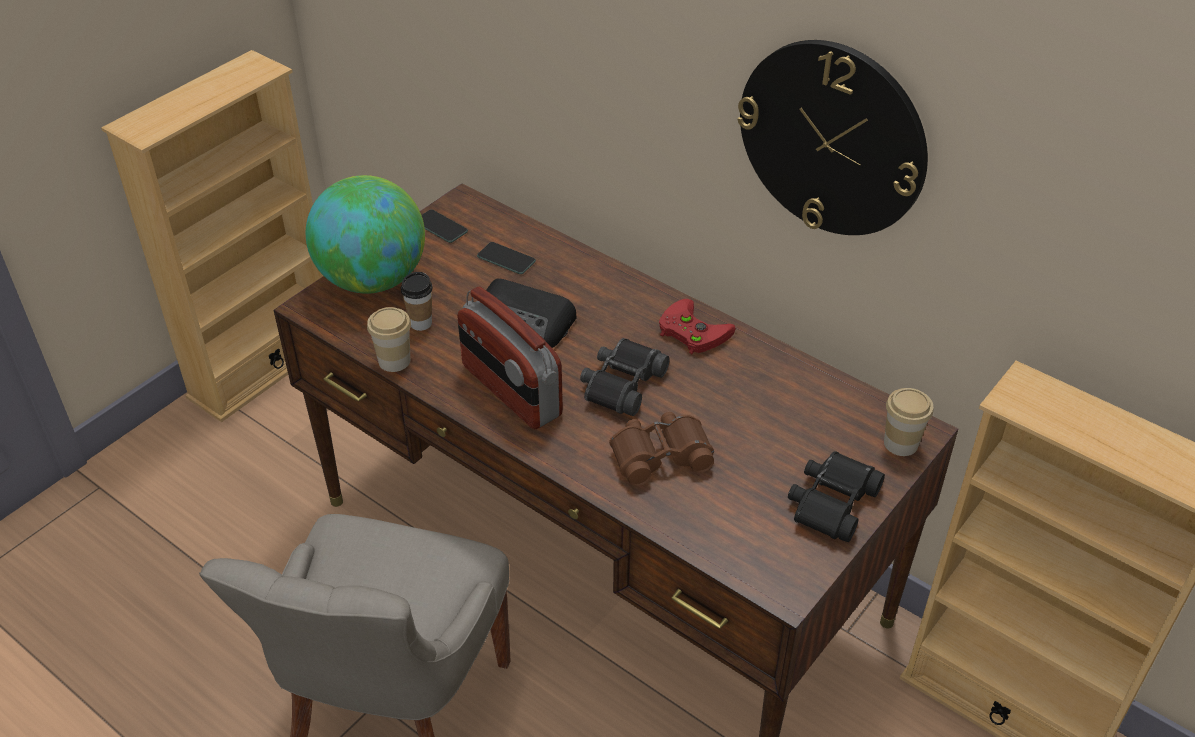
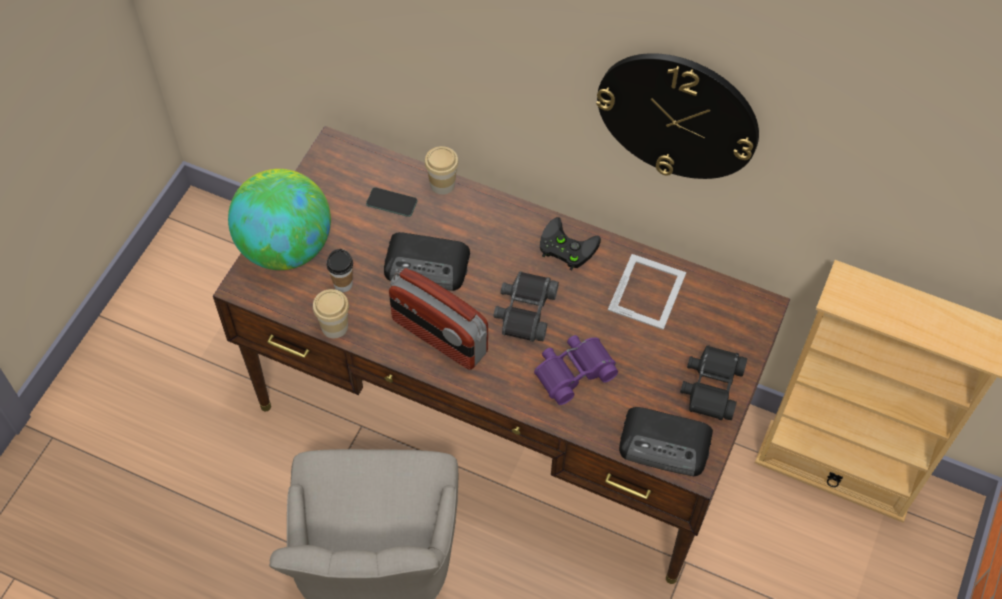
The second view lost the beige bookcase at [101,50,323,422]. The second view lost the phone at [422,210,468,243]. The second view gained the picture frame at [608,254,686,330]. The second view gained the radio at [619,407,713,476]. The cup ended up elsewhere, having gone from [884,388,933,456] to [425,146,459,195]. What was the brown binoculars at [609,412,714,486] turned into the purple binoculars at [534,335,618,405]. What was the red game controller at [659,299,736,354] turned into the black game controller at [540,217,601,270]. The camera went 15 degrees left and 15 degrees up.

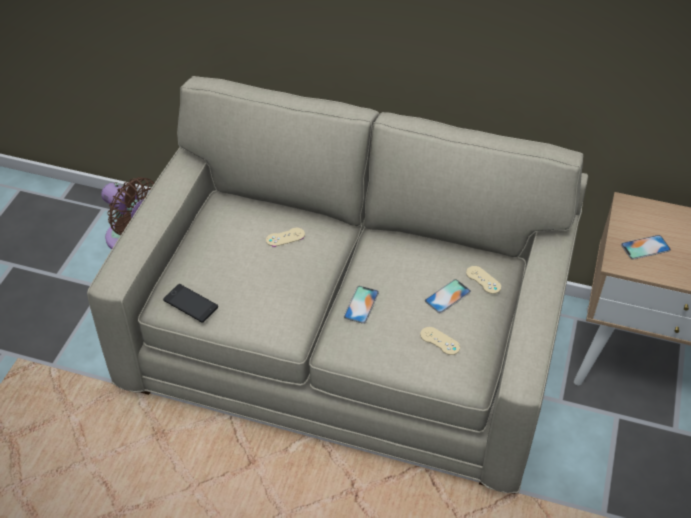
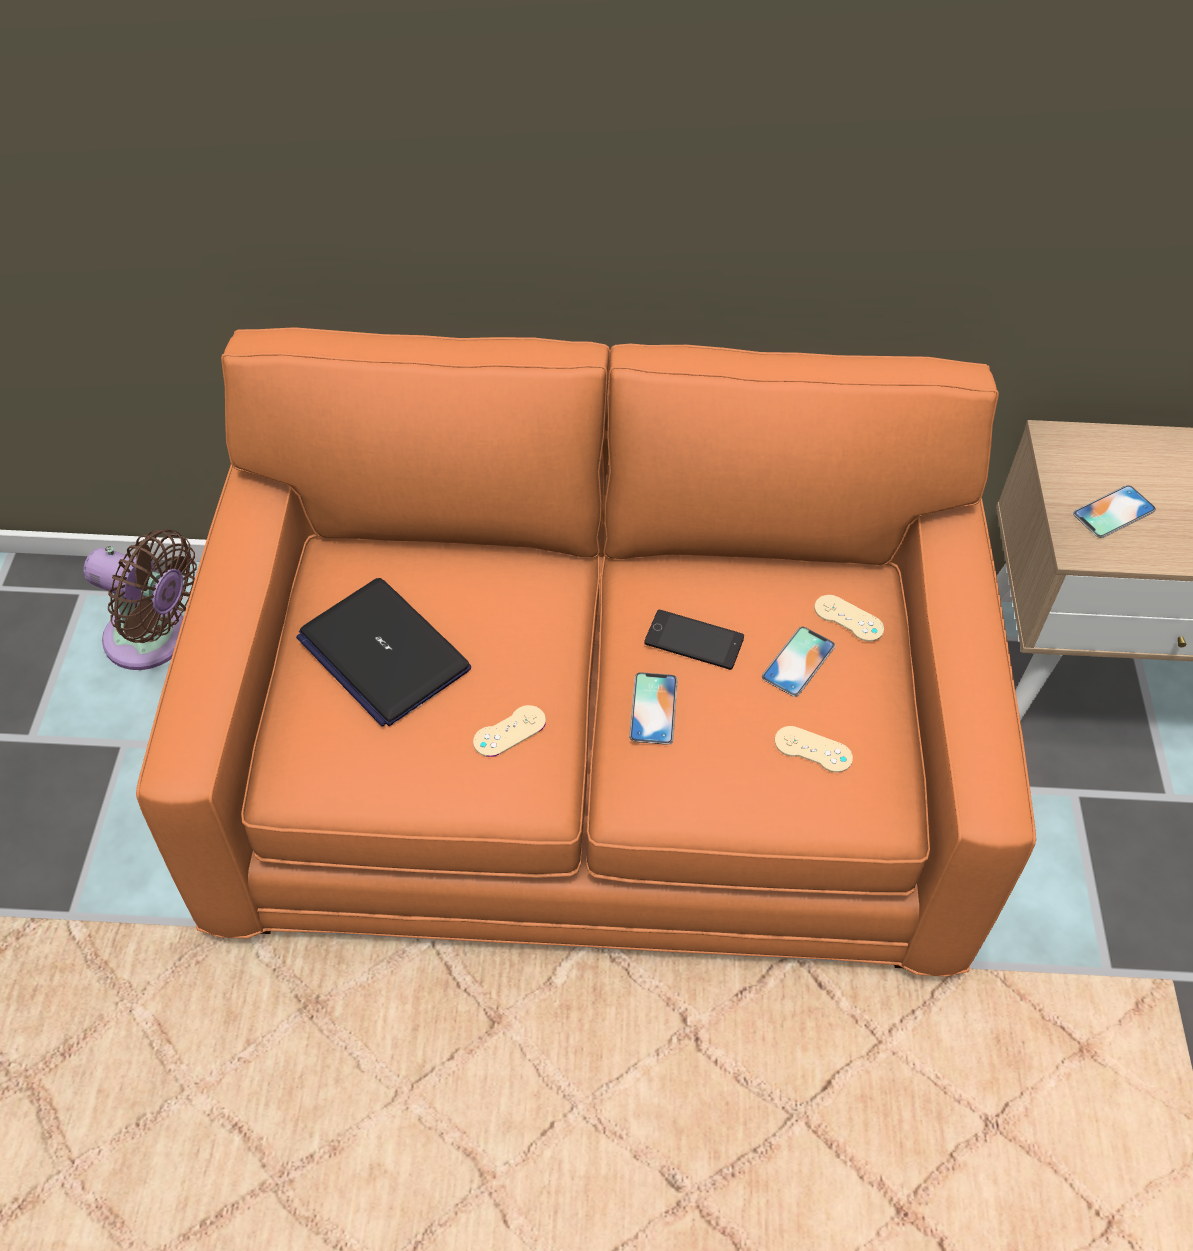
The second view gained the laptop at [296,578,471,727]. The phone ended up elsewhere, having gone from [163,284,218,323] to [644,610,744,670]. The beige game controller ended up elsewhere, having gone from [266,228,305,247] to [473,705,546,757]. What was the beige sofa at [87,76,588,494] turned into the orange sofa at [136,327,1036,977]. The camera went 15 degrees left and 5 degrees up.

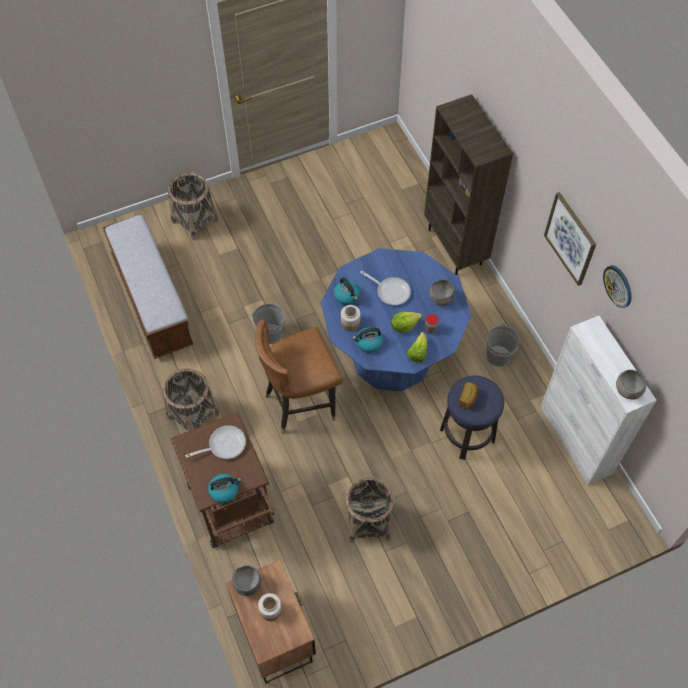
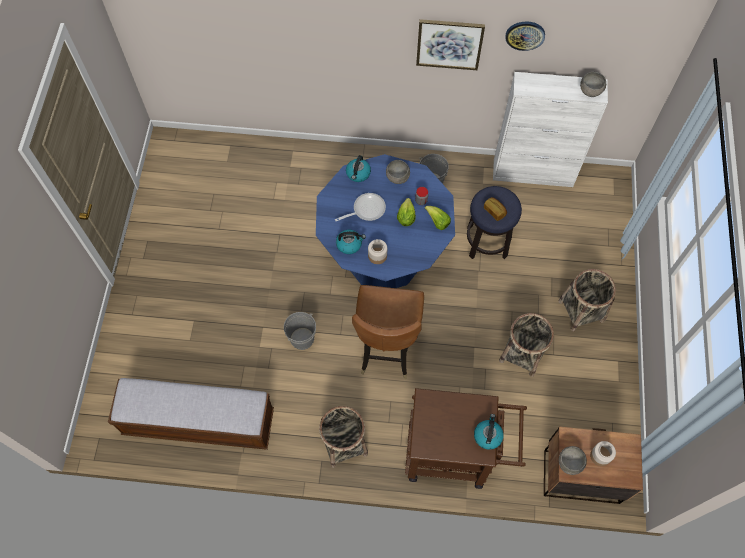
The second view lost the frying pan at [185,425,246,459]. The second view lost the brown bookcase at [424,94,513,275]. The basket ended up elsewhere, having gone from [168,172,219,240] to [558,269,616,332]. The kettle ended up elsewhere, having gone from [352,327,383,353] to [346,155,371,182]. The camera went 60 degrees left and 5 degrees up.

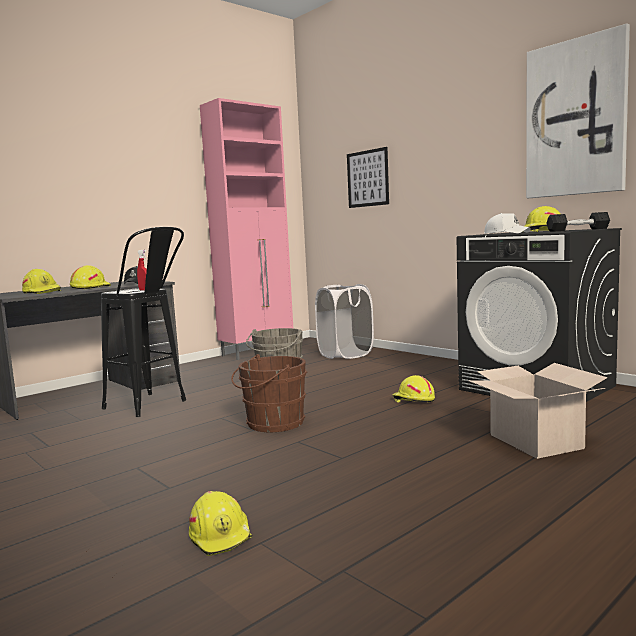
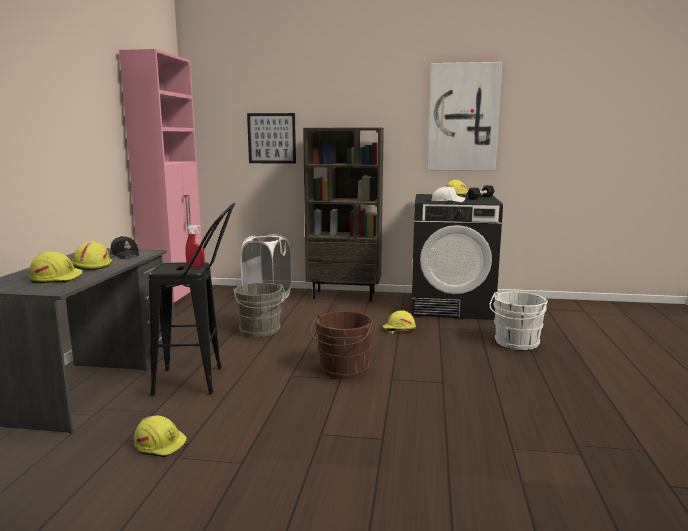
The second view gained the brown bookcase at [303,128,384,302]. The yellow hard hat ended up elsewhere, having gone from [189,491,253,556] to [134,416,187,458]. Where the cardboard box stood at [468,363,607,459], the white bucket came to stand at [489,292,548,350]. The camera went 40 degrees left and 5 degrees up.

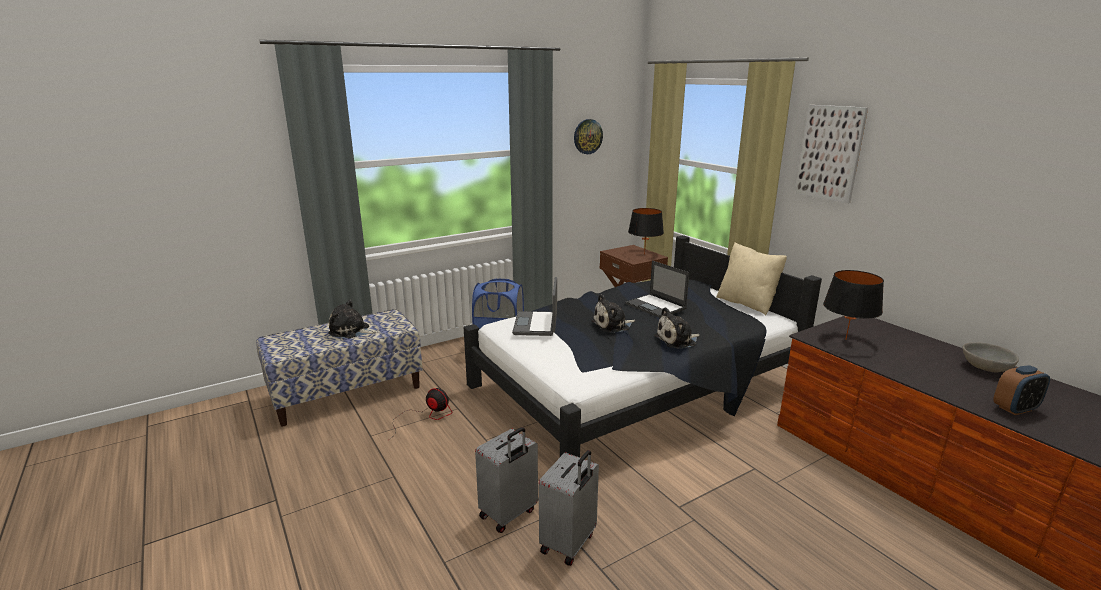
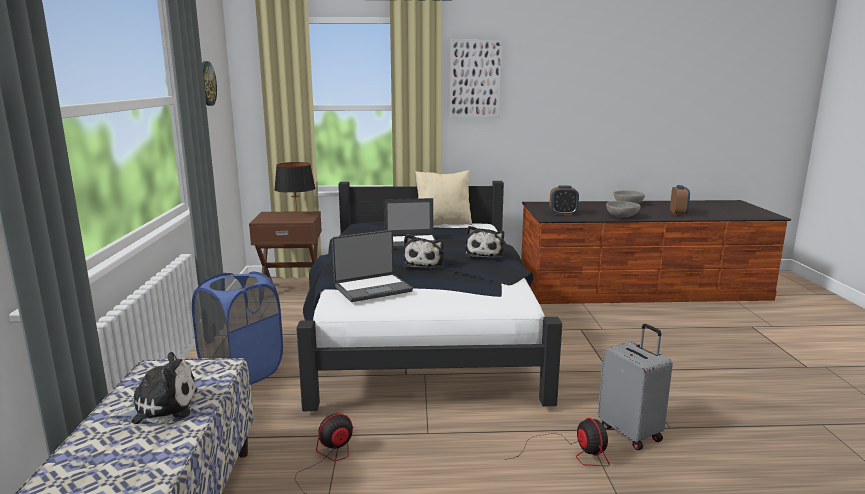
The second view gained the grey bowl at [606,201,641,218]. Where the grey suitcase stood at [475,427,538,533], the fan came to stand at [504,418,610,466]. Where the black table lamp stood at [823,270,884,340], the alarm clock came to stand at [550,185,579,215]. The plush toy at [328,299,376,338] ended up facing another way, 150 degrees counterclockwise from before. The laptop at [512,277,557,336] ended up facing another way, 60 degrees counterclockwise from before. The camera went 60 degrees left and 5 degrees down.

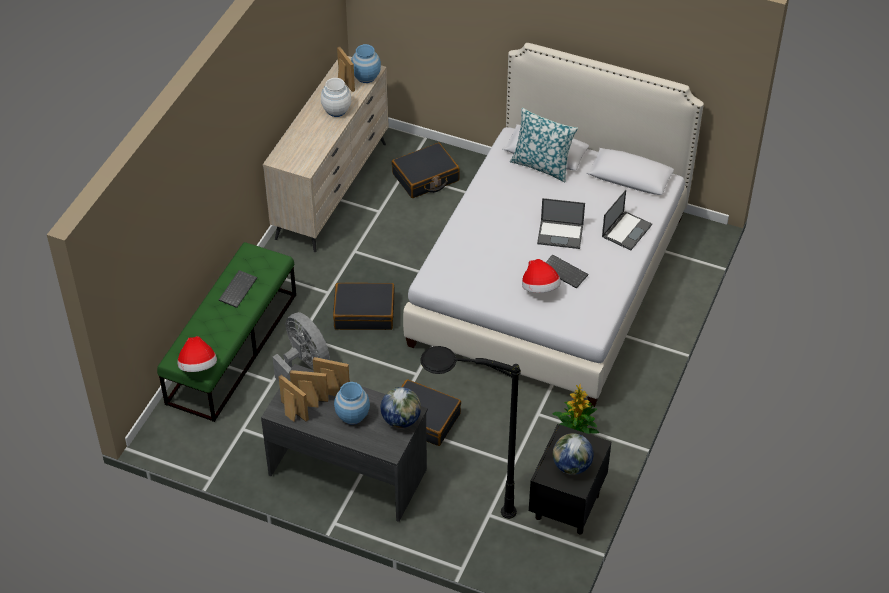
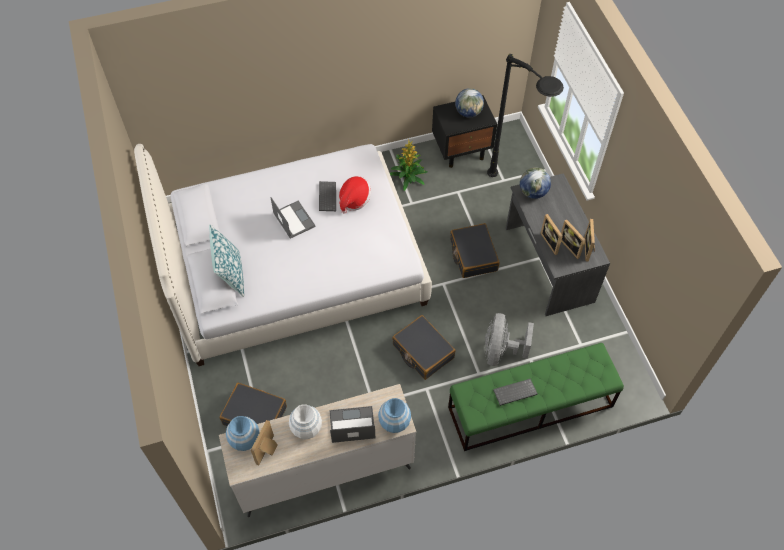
The second view lost the hat at [178,336,217,372]. The blue vase ended up elsewhere, having gone from [334,382,370,425] to [378,398,411,433]. The laptop ended up elsewhere, having gone from [602,190,652,250] to [329,406,375,443]. The camera went 130 degrees left and 10 degrees up.

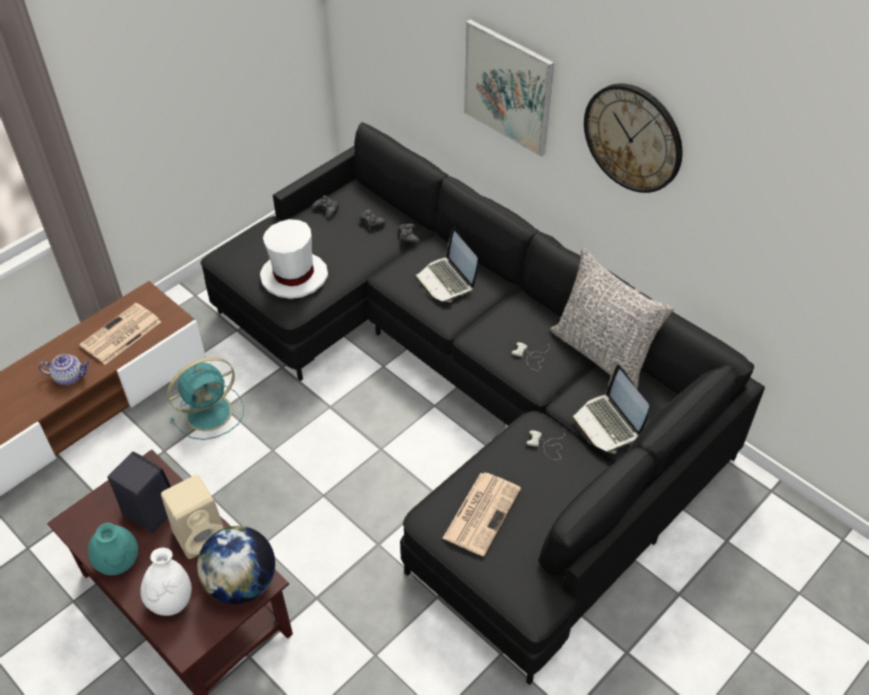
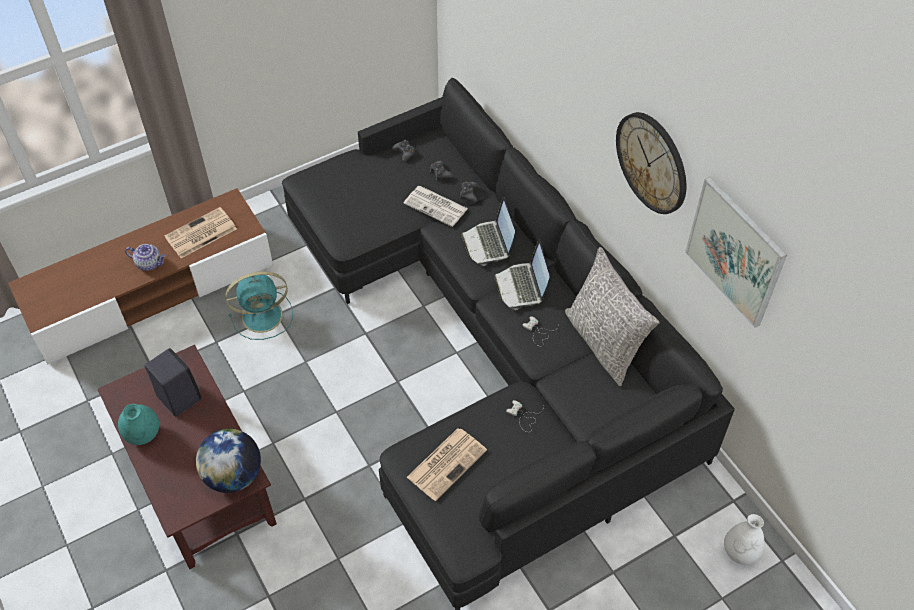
The second view lost the beige speaker at [161,475,224,559]. The second view lost the white hat at [260,219,328,299]. The second view gained the newspaper at [404,186,468,227]. The white vase ended up elsewhere, having gone from [141,548,192,616] to [724,514,764,565]. The picture ended up elsewhere, having gone from [464,19,554,157] to [685,177,787,328]. The laptop ended up elsewhere, having gone from [572,365,649,453] to [494,240,549,310]. The camera went 15 degrees right and 5 degrees up.

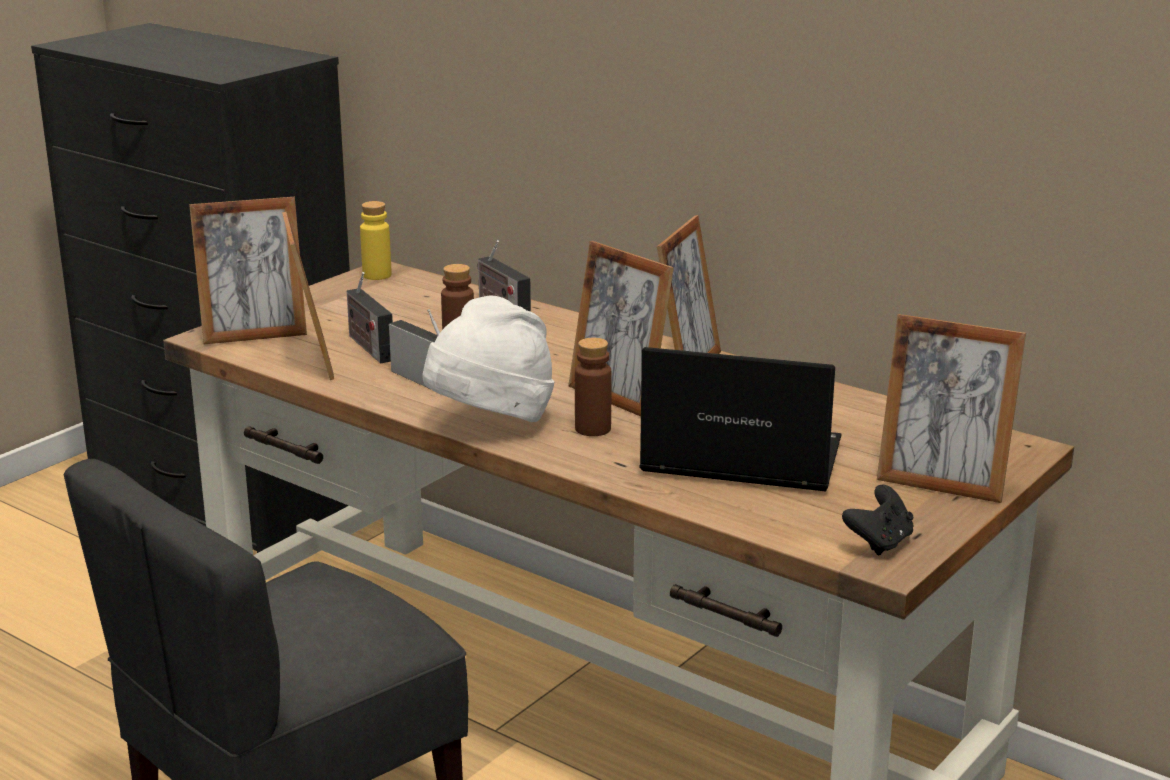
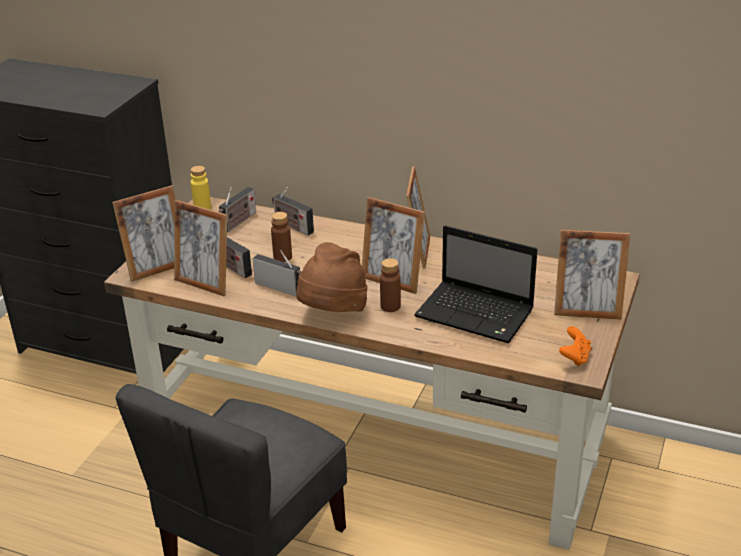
The second view gained the radio at [218,187,256,232]. What was the white hat at [423,295,554,422] turned into the brown hat at [296,242,368,312]. What was the black game controller at [842,485,913,555] turned into the orange game controller at [559,326,591,366]. The picture frame at [282,212,334,380] ended up facing another way, 150 degrees clockwise from before. The laptop at [639,347,841,491] ended up facing another way, 150 degrees counterclockwise from before. The camera went 15 degrees left and 10 degrees up.

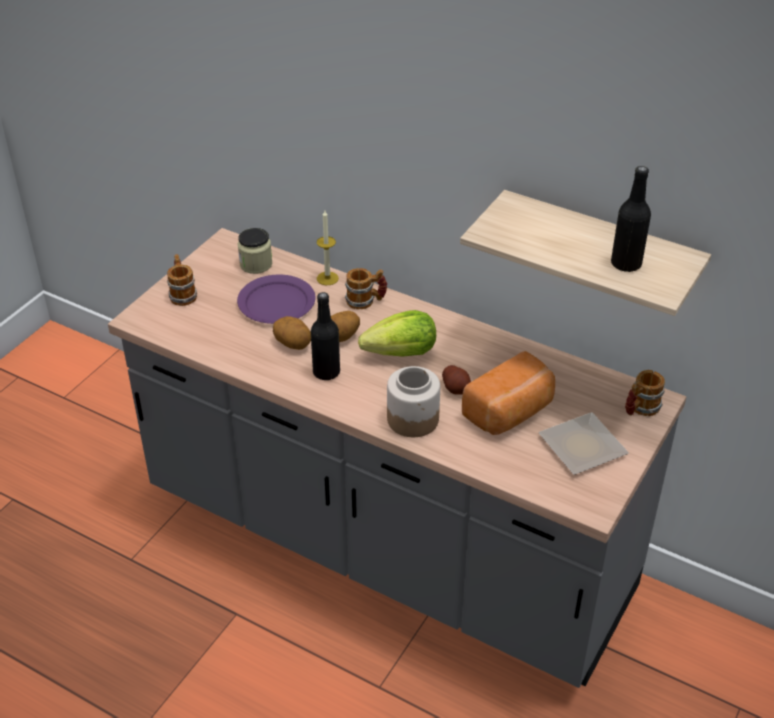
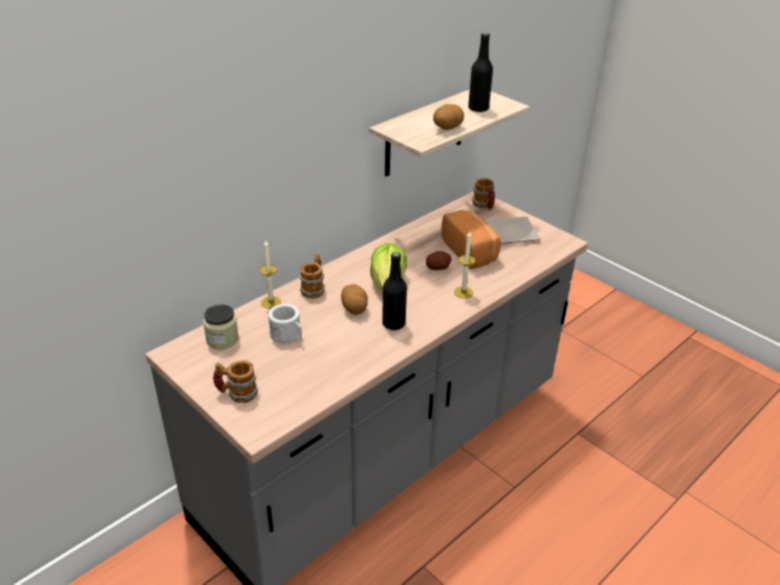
The potato ended up elsewhere, having gone from [273,316,311,350] to [433,104,464,130]. Where the purple plate stood at [237,275,315,324], the white mug came to stand at [268,304,302,344]. Where the jar stood at [387,366,440,437], the candle came to stand at [454,231,475,299]. The camera went 75 degrees left and 5 degrees down.

